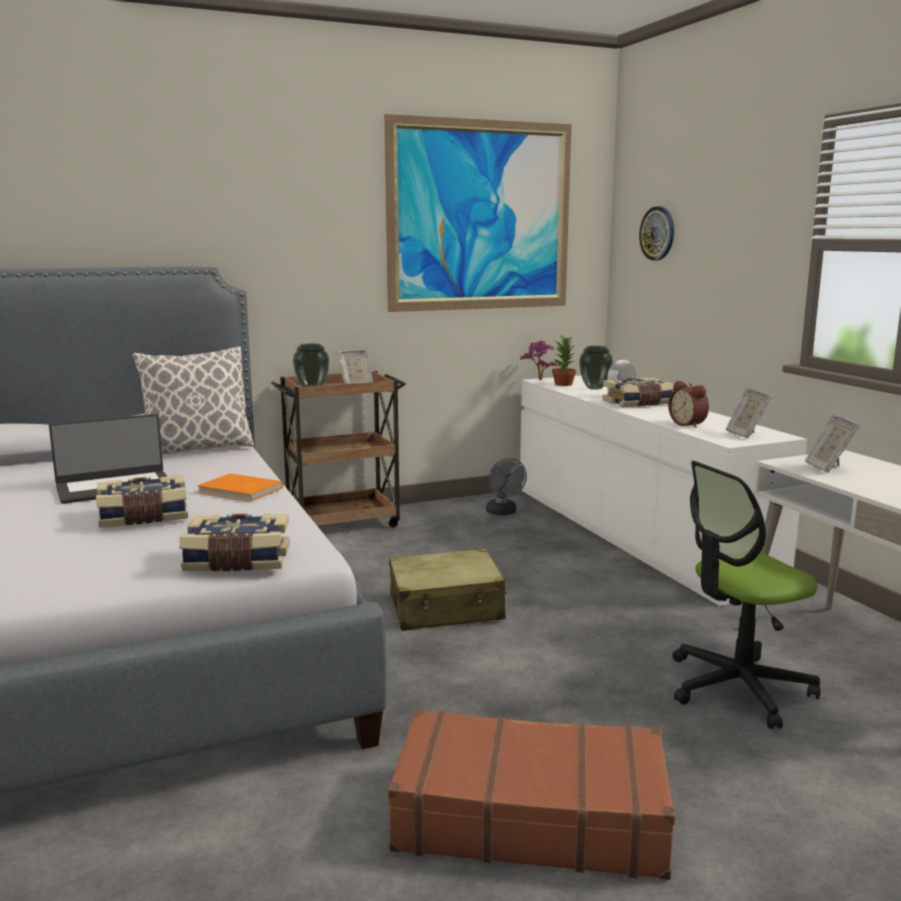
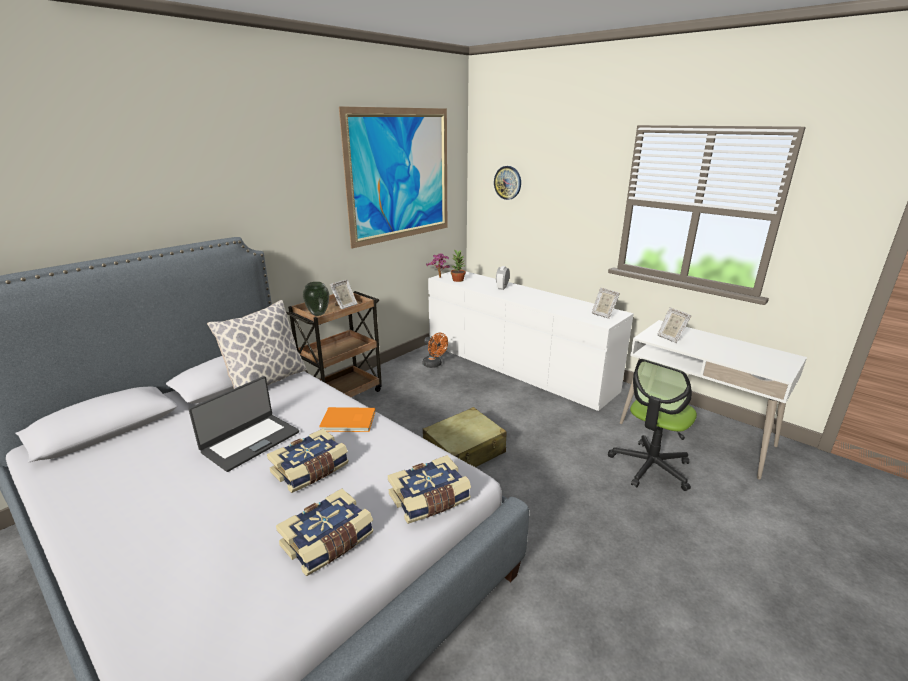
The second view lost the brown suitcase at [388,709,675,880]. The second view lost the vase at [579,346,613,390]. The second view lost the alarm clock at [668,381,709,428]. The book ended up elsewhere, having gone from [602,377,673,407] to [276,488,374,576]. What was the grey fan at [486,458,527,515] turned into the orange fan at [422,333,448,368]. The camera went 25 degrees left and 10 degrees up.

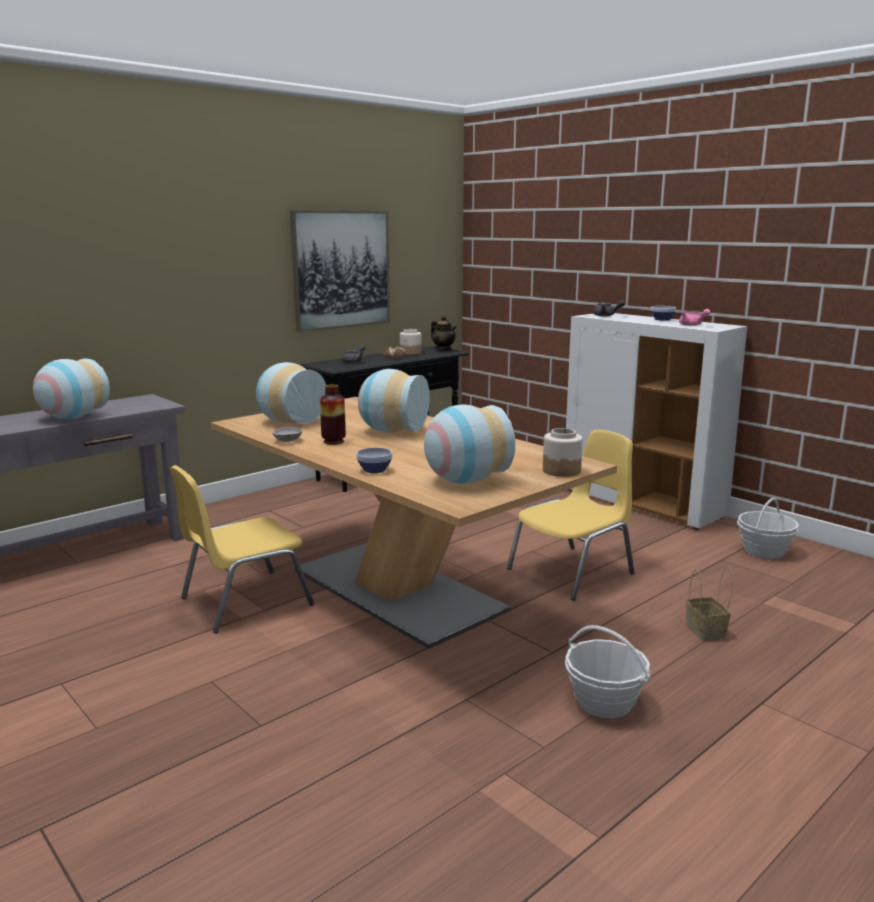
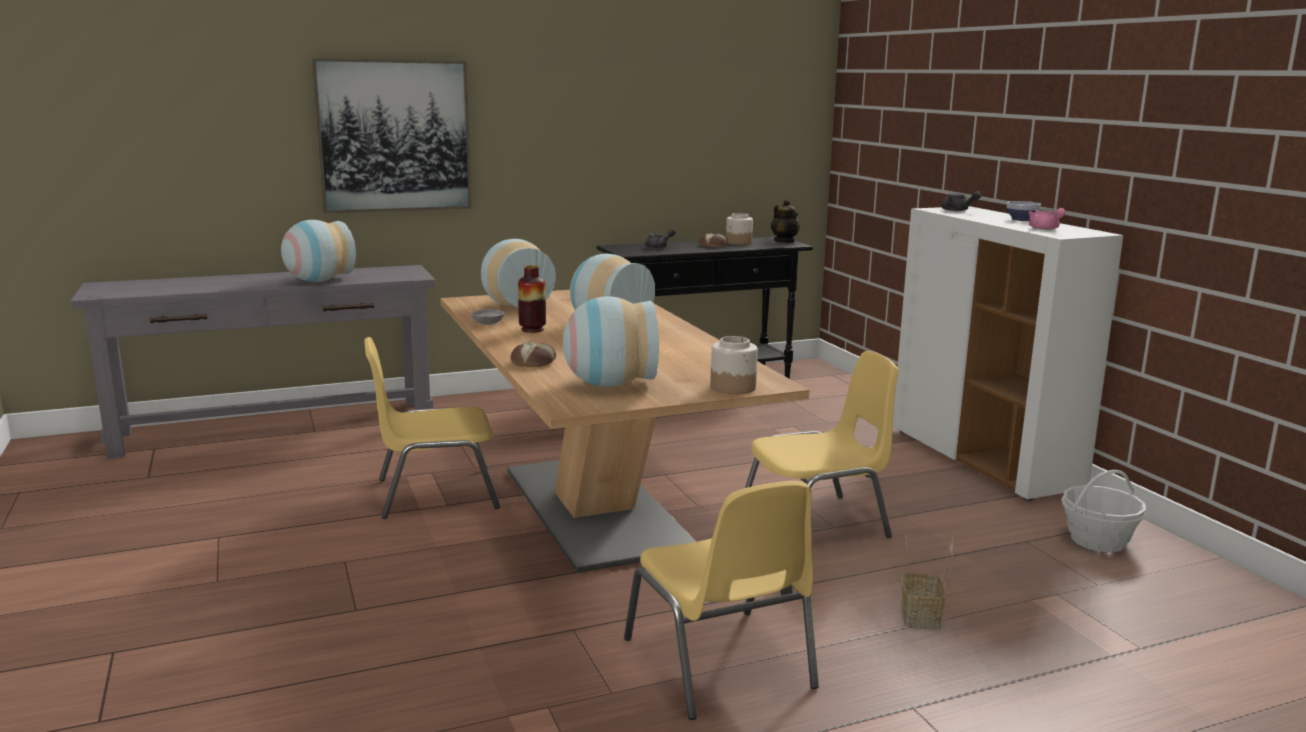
The picture ended up elsewhere, having gone from [290,210,390,332] to [312,58,472,213]. Where the bowl stood at [356,447,393,473], the bread came to stand at [511,341,556,367]. Where the basket stood at [565,625,651,718], the yellow chair came to stand at [624,481,819,720]. The camera went 20 degrees right and 0 degrees up.

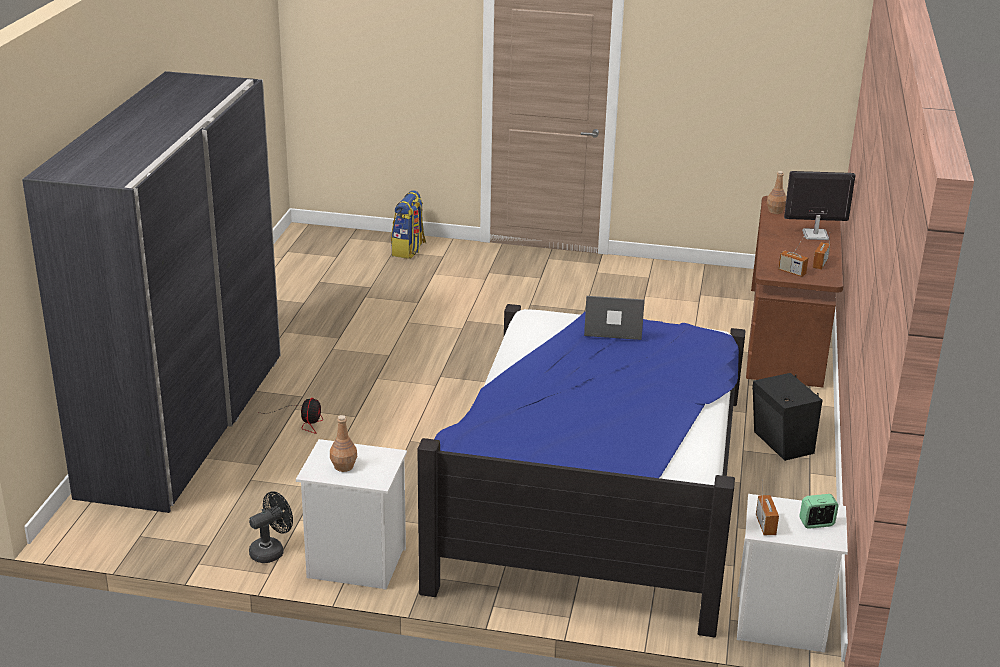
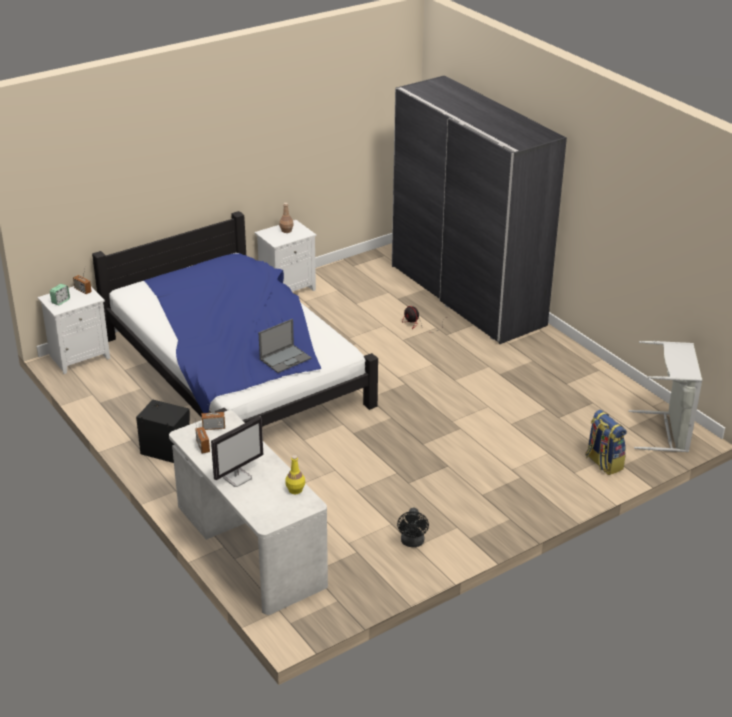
The second view gained the grey laundry basket at [629,341,702,452]. The black fan ended up elsewhere, having gone from [249,491,293,563] to [397,508,429,547]. What was the brown desk at [746,196,843,387] turned into the white desk at [169,410,328,615]. What was the brown bottle at [767,171,786,214] turned into the yellow bottle at [285,455,305,494]. The camera went 135 degrees right and 5 degrees up.

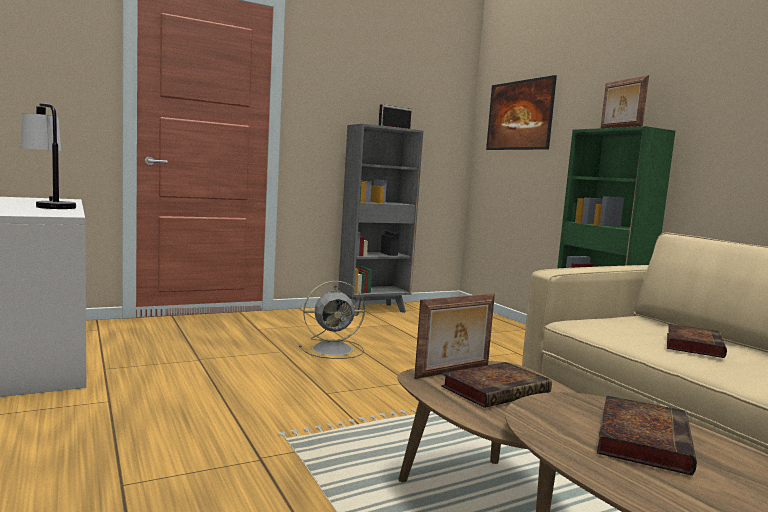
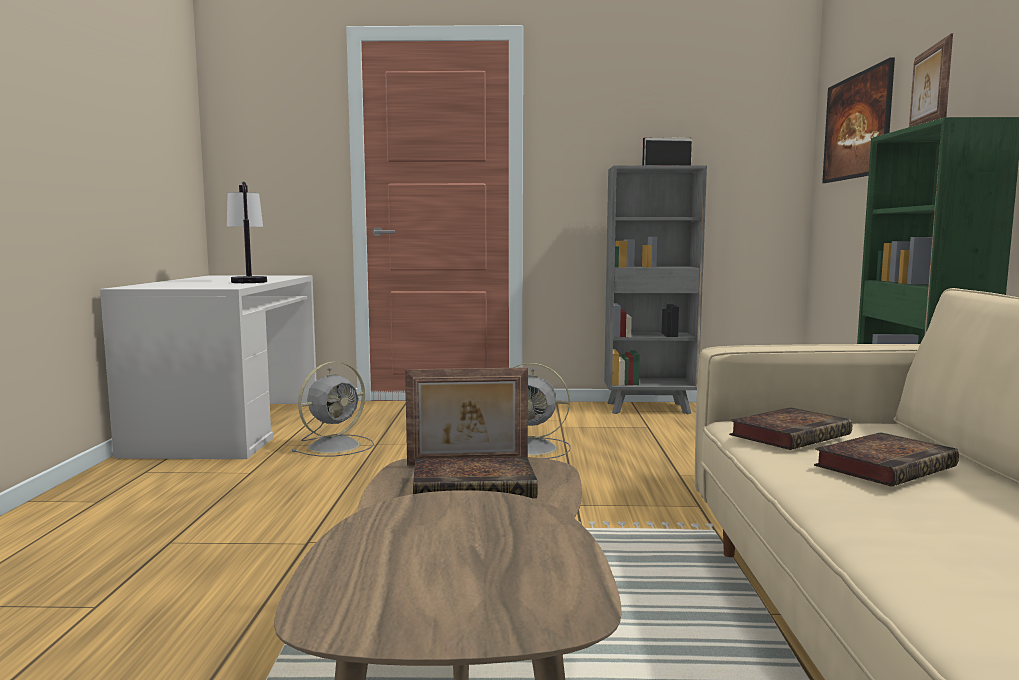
The second view gained the grey fan at [291,361,374,457]. The book ended up elsewhere, having gone from [597,396,697,476] to [729,407,852,450]. The camera went 30 degrees right and 0 degrees up.

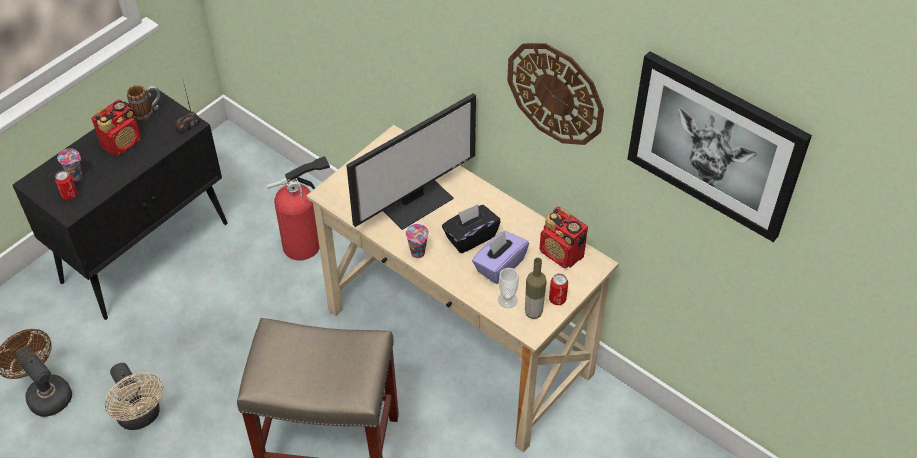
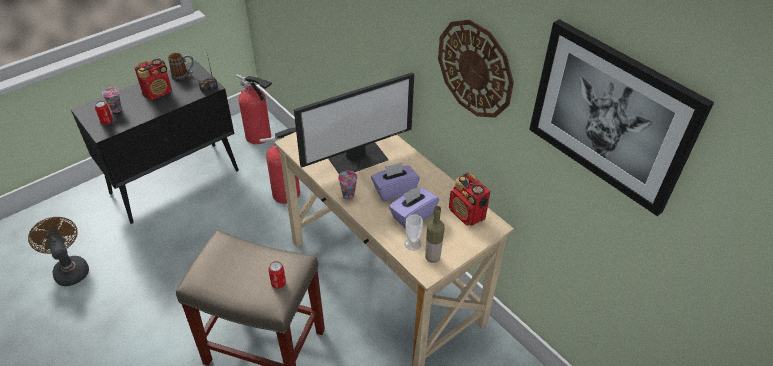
The second view lost the beige fan at [104,363,164,430]. The second view gained the fire extinguisher at [236,74,272,144]. The can ended up elsewhere, having gone from [549,274,568,305] to [268,261,286,289]. What was the black tissue box at [442,204,501,253] turned into the purple tissue box at [371,162,420,201]. The camera went 10 degrees right and 5 degrees down.

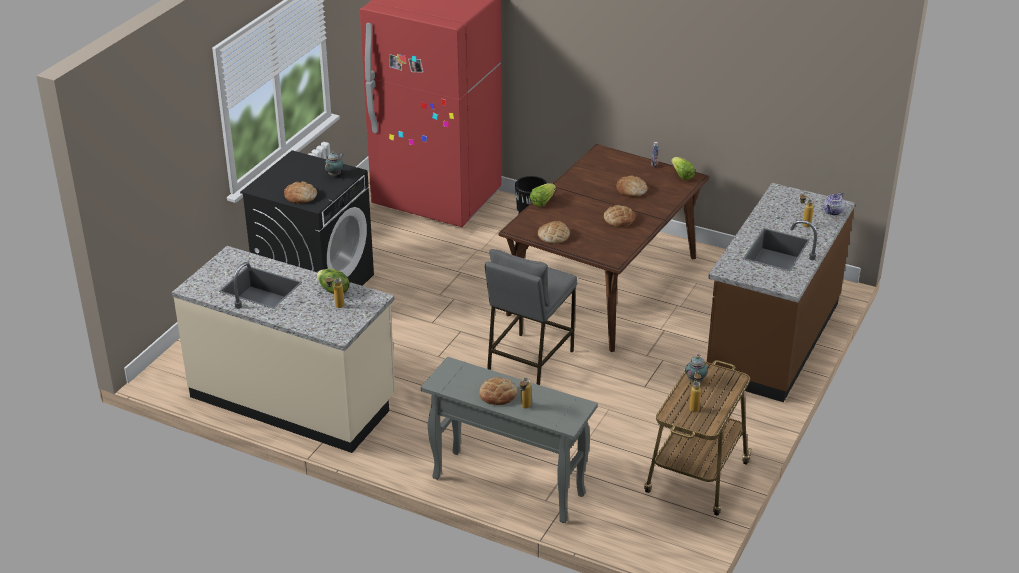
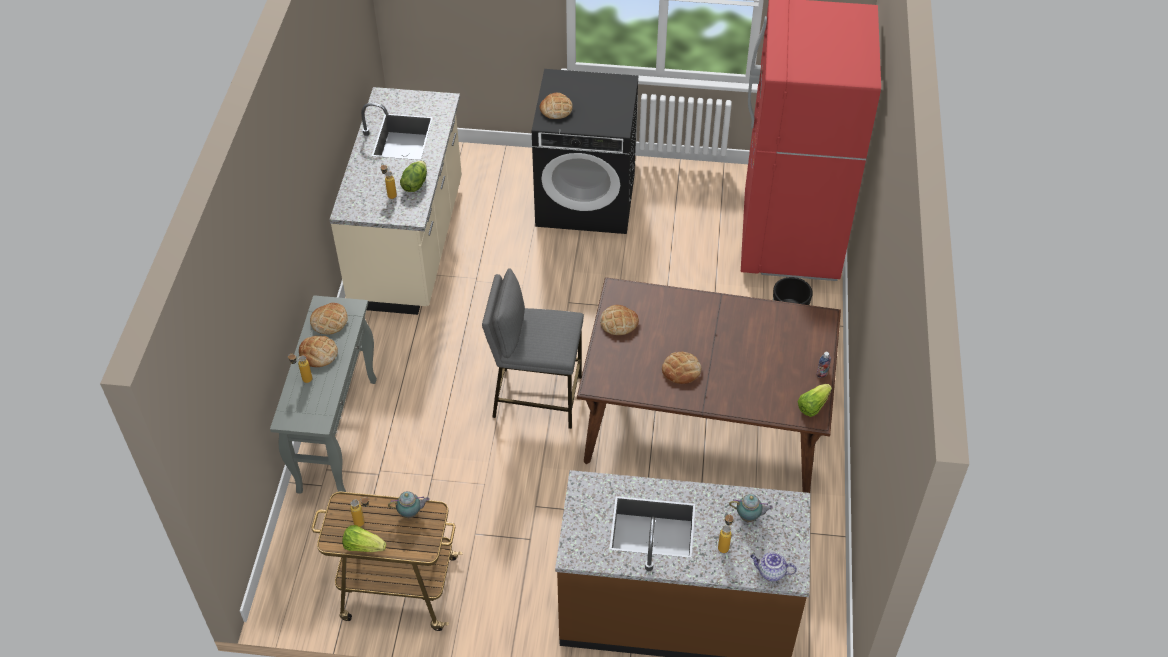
The teapot ended up elsewhere, having gone from [324,151,344,176] to [729,494,773,522]. The lettuce ended up elsewhere, having gone from [530,183,556,207] to [342,525,386,552]. The bread ended up elsewhere, having gone from [616,175,648,197] to [310,303,348,335]. The camera went 70 degrees right and 15 degrees up.

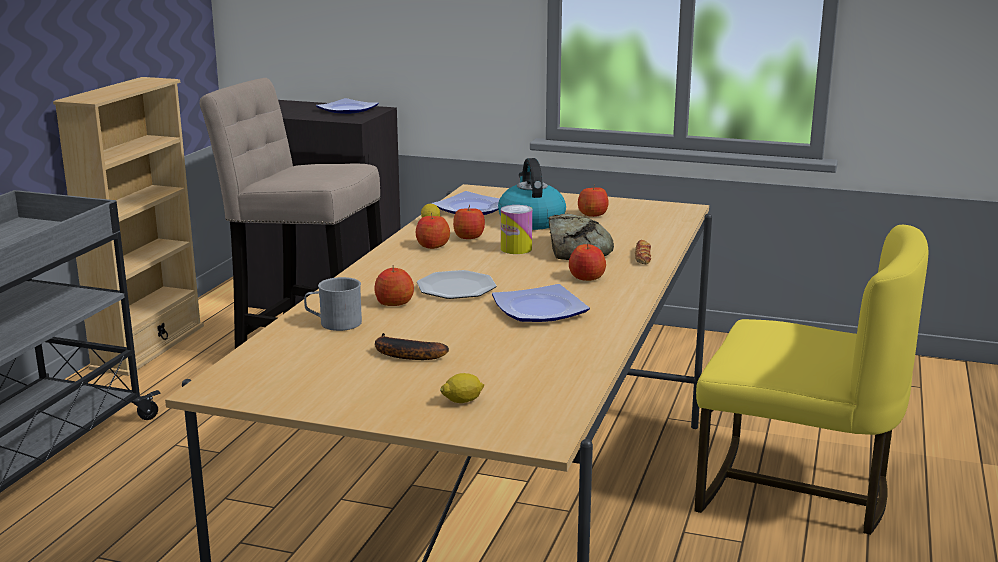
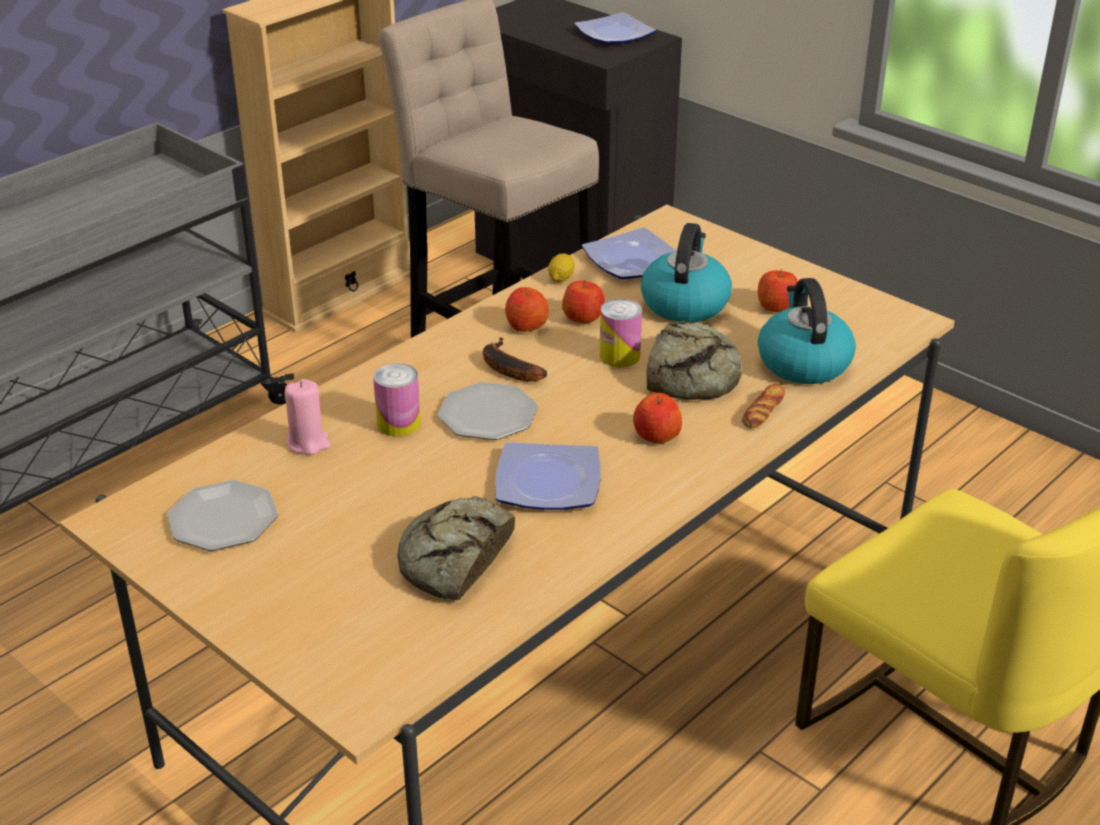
The second view lost the lemon at [440,373,484,403]. The second view gained the plate at [167,480,278,551]. The second view gained the bread at [398,496,515,600]. The second view gained the kettle at [758,278,856,384]. The banana ended up elsewhere, having gone from [375,333,449,360] to [483,337,547,382]. Where the grey mug stood at [304,277,362,331], the pink candle came to stand at [285,379,331,455]. Where the apple stood at [375,265,414,306], the can came to stand at [373,363,421,437]. The camera went 25 degrees right and 15 degrees up.

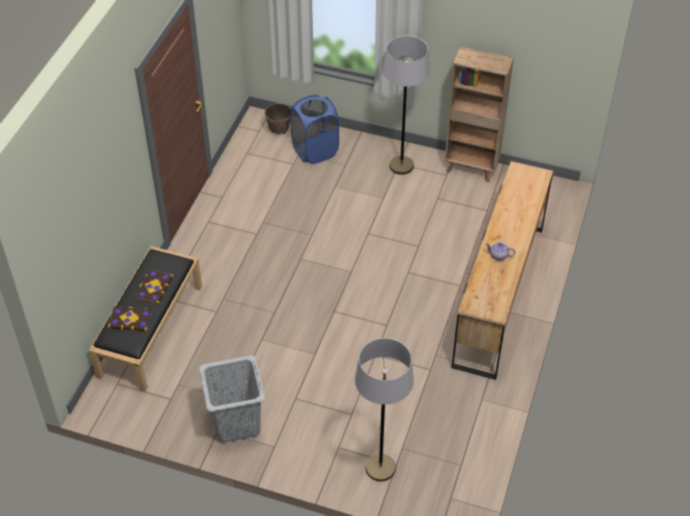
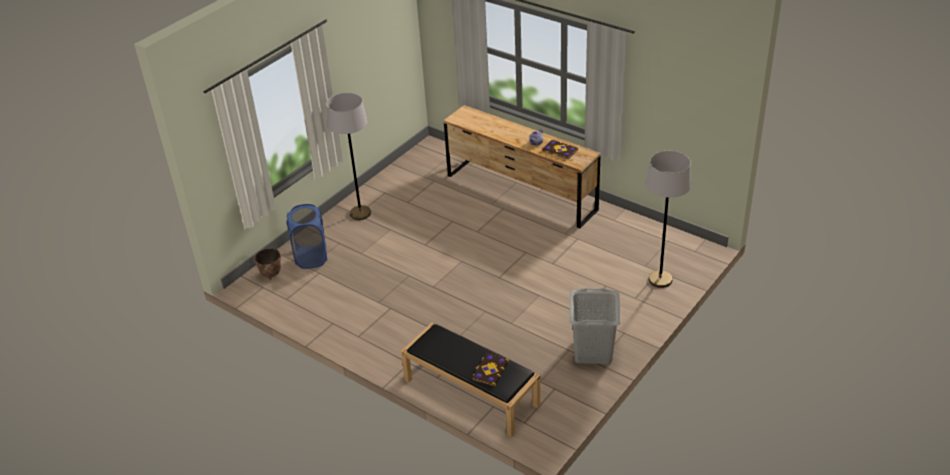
The second view lost the brown bookcase at [445,47,514,182]. The book ended up elsewhere, having gone from [135,269,173,305] to [542,139,578,159]. The camera went 70 degrees left and 10 degrees down.

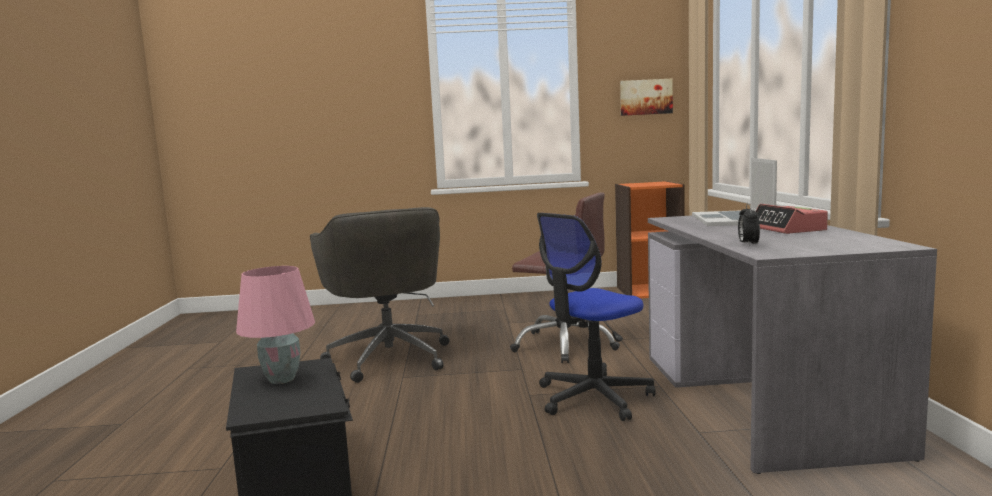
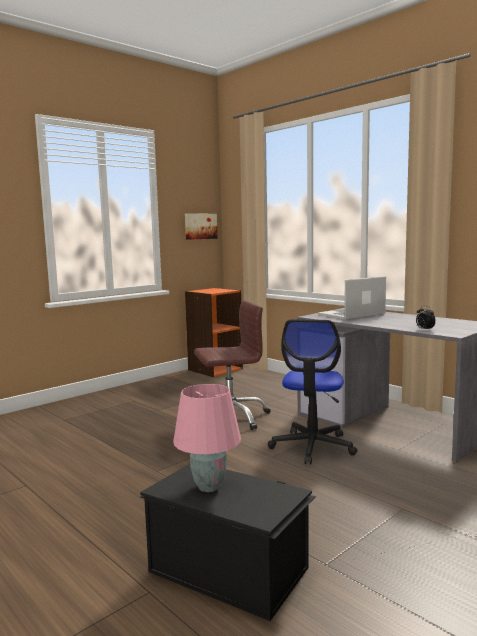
The second view lost the grey office chair at [310,207,449,383]. The second view lost the alarm clock at [755,204,828,234]. The laptop at [692,158,777,226] ended up facing another way, 90 degrees clockwise from before. The camera went 40 degrees left and 0 degrees up.

